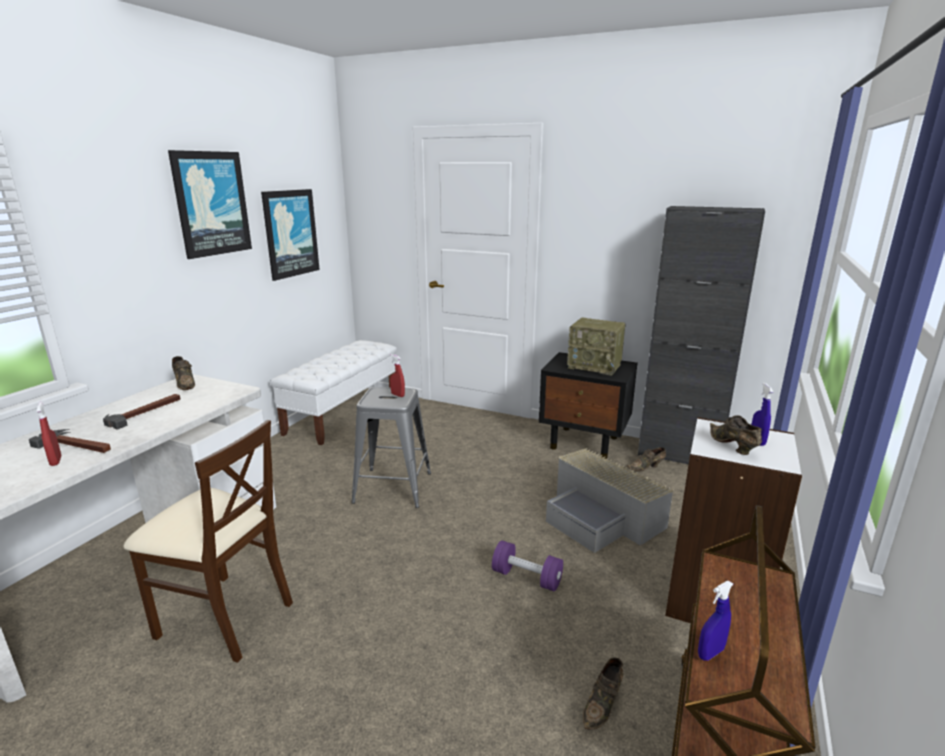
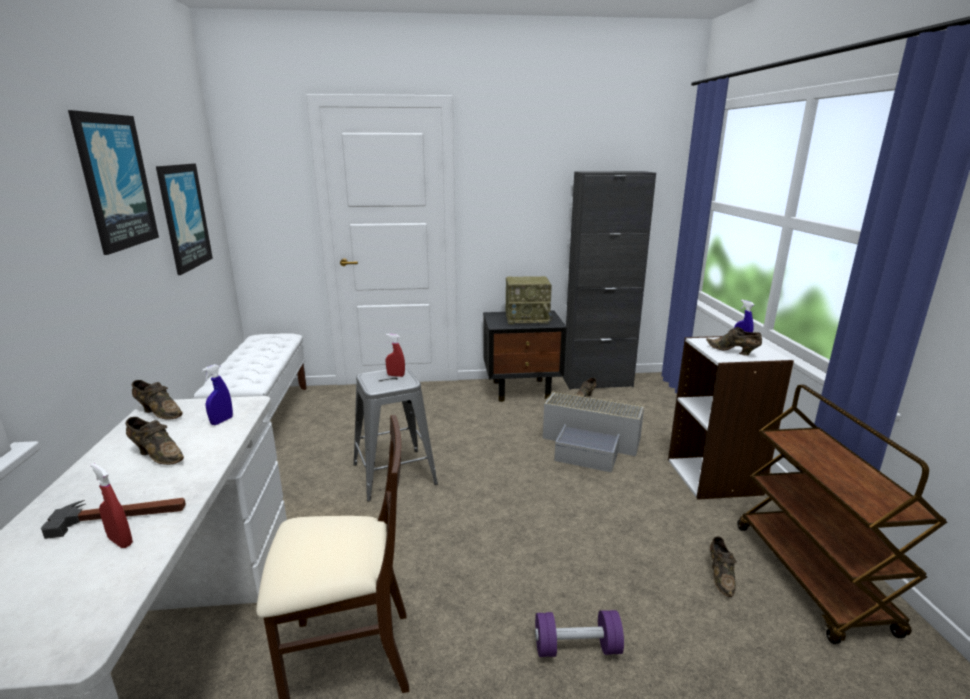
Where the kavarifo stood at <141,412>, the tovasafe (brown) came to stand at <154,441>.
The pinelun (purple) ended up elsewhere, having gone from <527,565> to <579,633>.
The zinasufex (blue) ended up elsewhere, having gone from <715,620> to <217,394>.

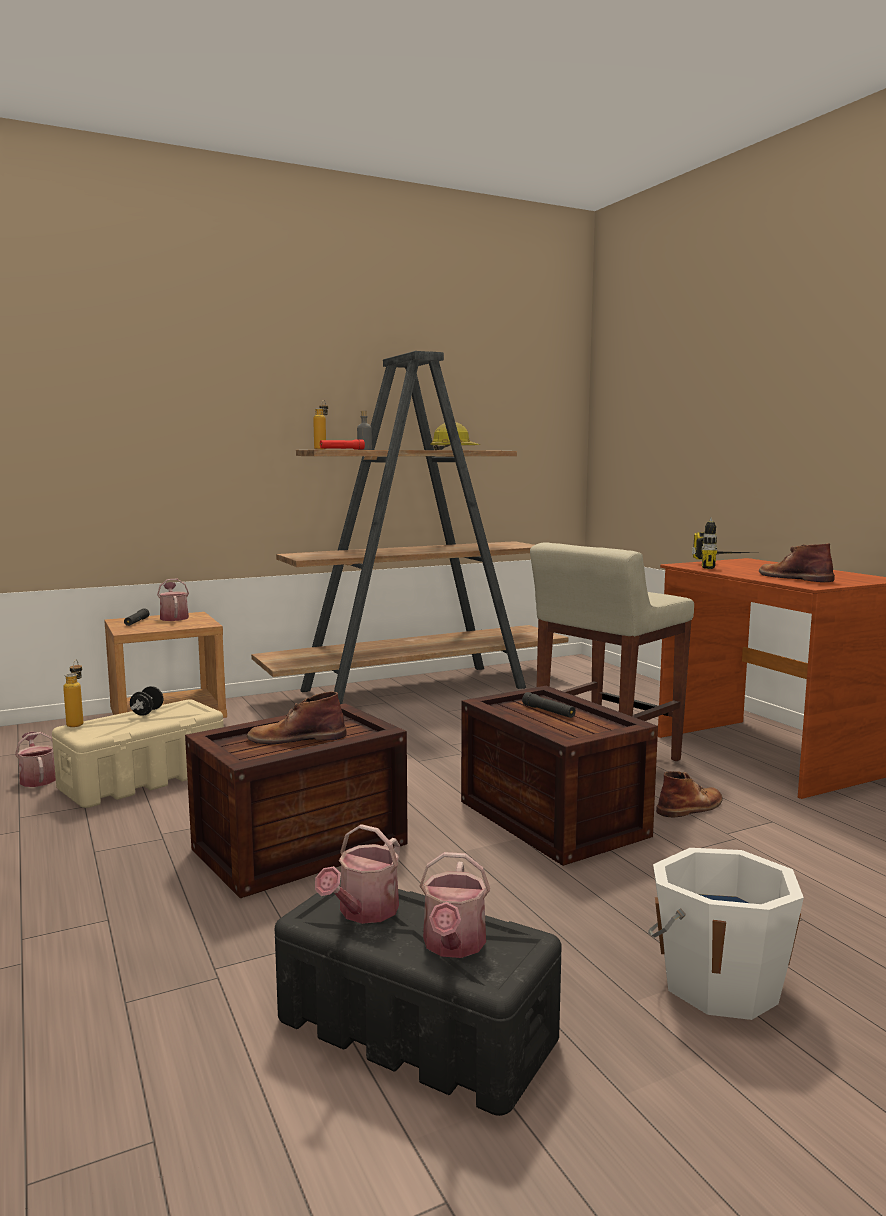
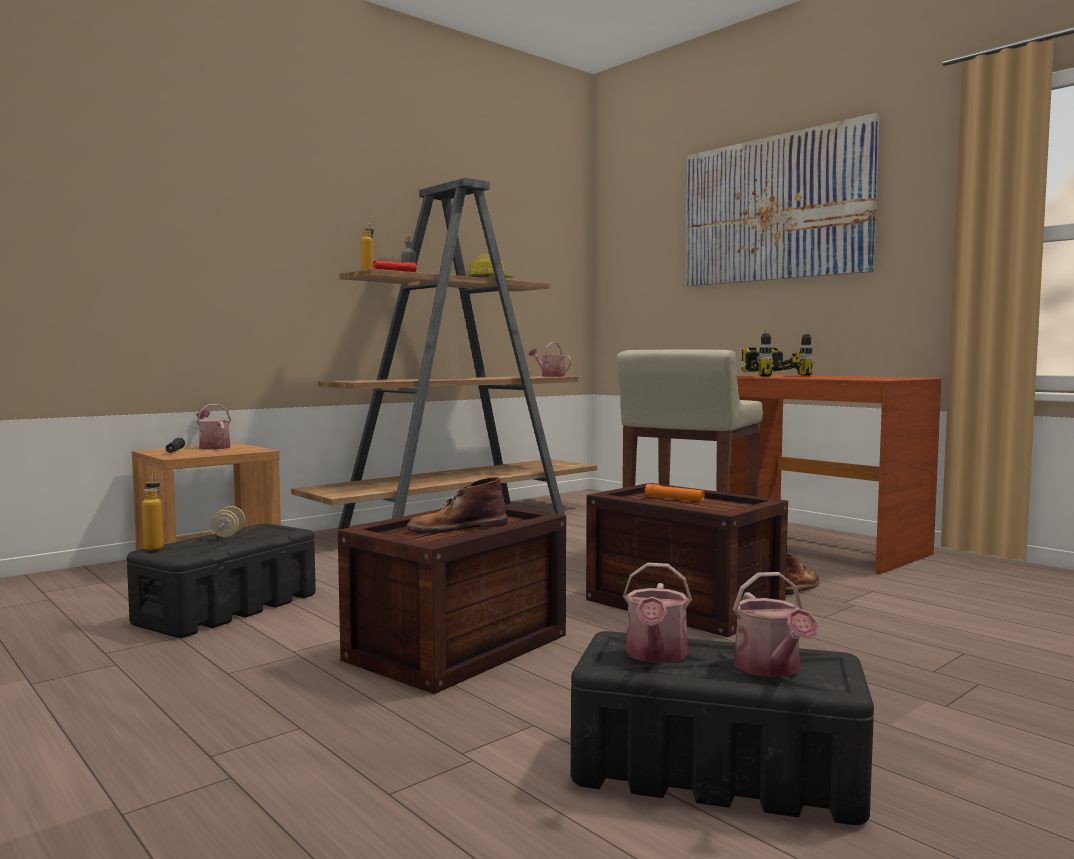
The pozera ended up elsewhere, having gone from <35,759> to <550,359>.
What was the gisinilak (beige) at <138,754> turned into the gisinilak (black) at <221,580>.
What was the pinelun (black) at <146,701> turned into the pinelun (beige) at <228,521>.
What was the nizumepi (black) at <549,705> turned into the nizumepi (orange) at <675,492>.
The second view lost the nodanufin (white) at <726,934>.
The second view lost the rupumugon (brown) at <797,562>.
The second view gained the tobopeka at <782,199>.
The second view gained the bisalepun at <793,353>.

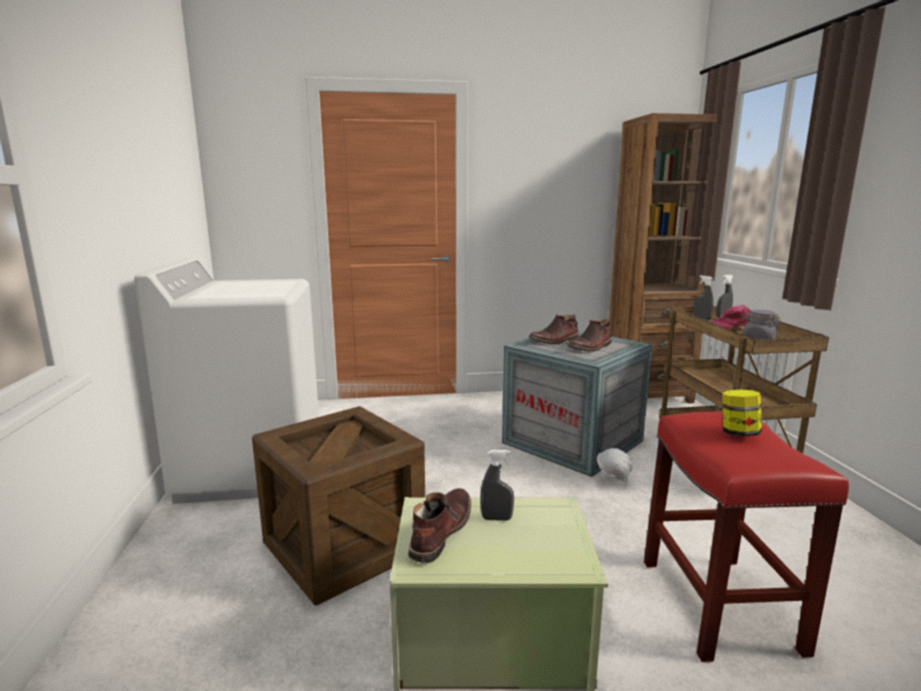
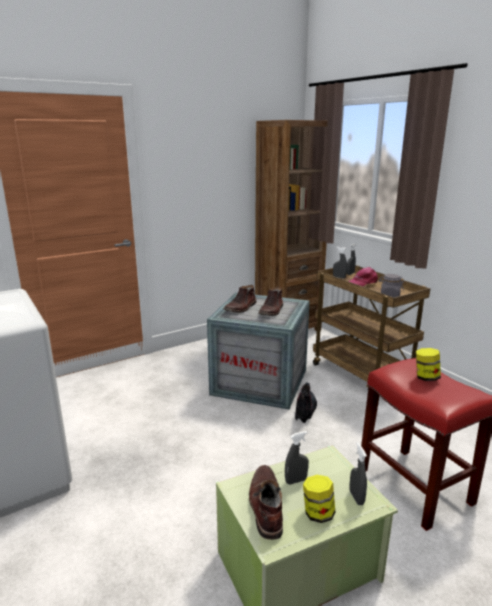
The second view lost the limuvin at <338,506>.
Where the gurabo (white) stood at <614,467>, the rupumugon came to stand at <306,402>.
The second view gained the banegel at <319,499>.
The second view gained the zinasufex (grey) at <358,473>.

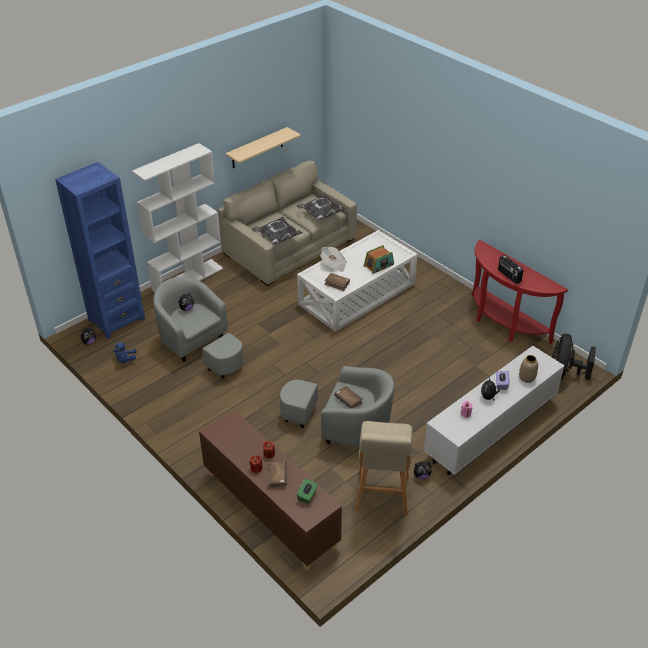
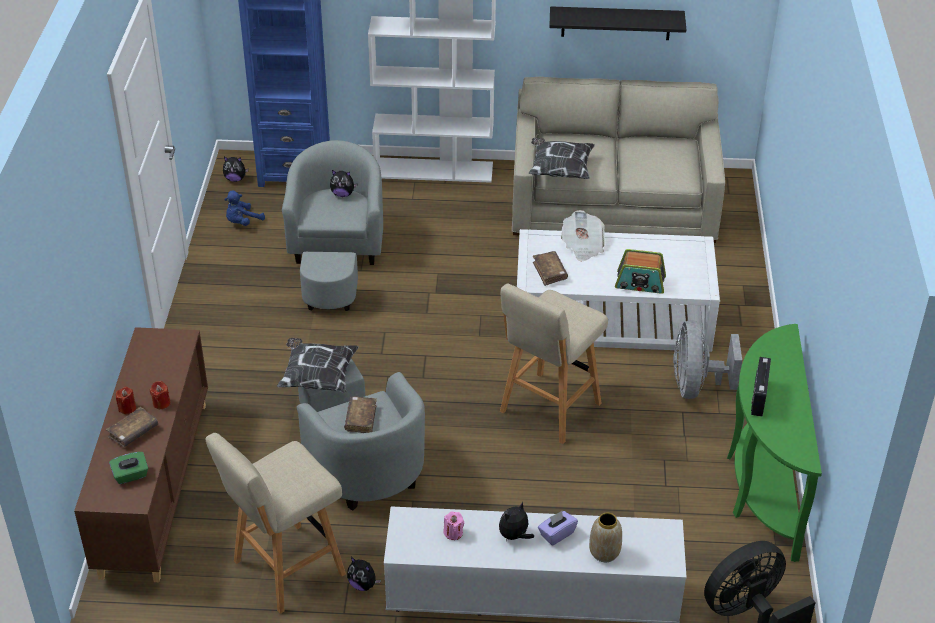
What was the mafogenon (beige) at <263,147> turned into the mafogenon (black) at <618,23>.
The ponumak ended up elsewhere, having gone from <321,207> to <318,365>.
What was the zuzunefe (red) at <520,292> turned into the zuzunefe (green) at <774,443>.
The second view gained the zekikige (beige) at <554,363>.
The second view gained the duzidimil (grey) at <707,359>.

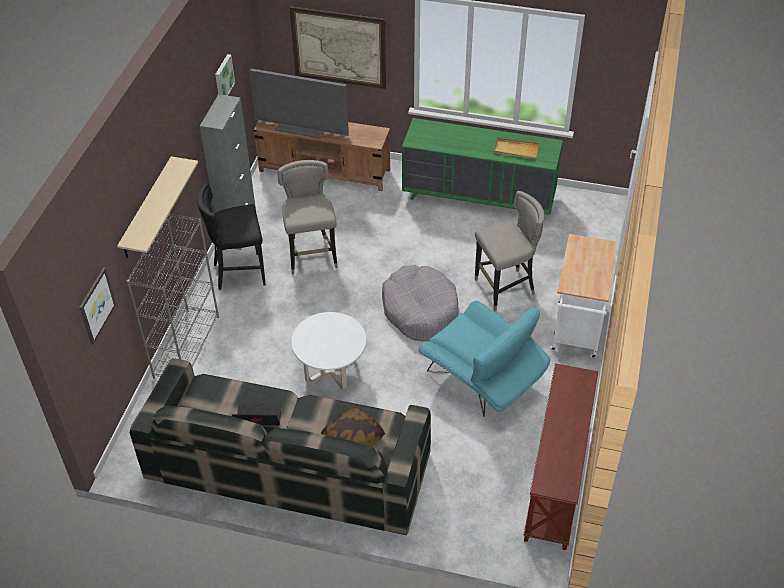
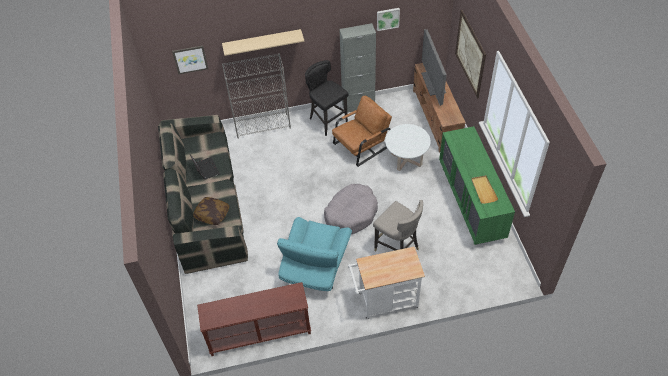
Where the zekikige (grey) stood at <307,217>, the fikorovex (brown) came to stand at <362,131>.
The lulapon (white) ended up elsewhere, having gone from <328,351> to <408,147>.

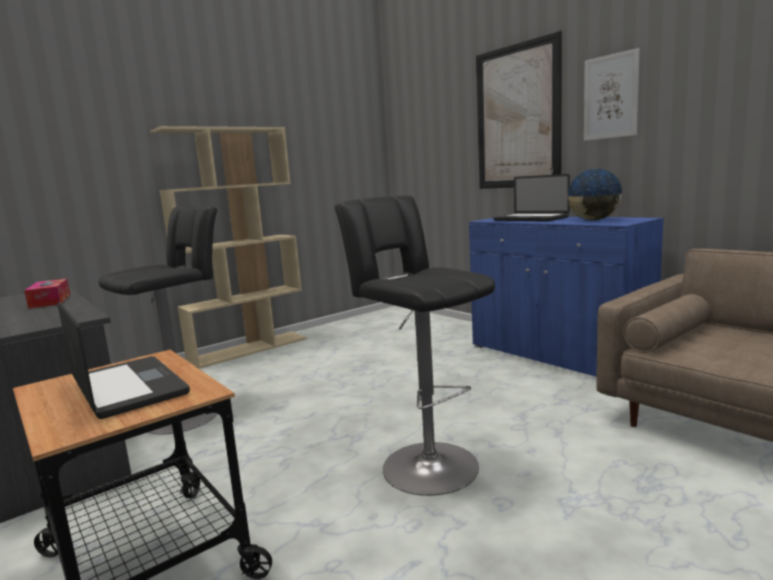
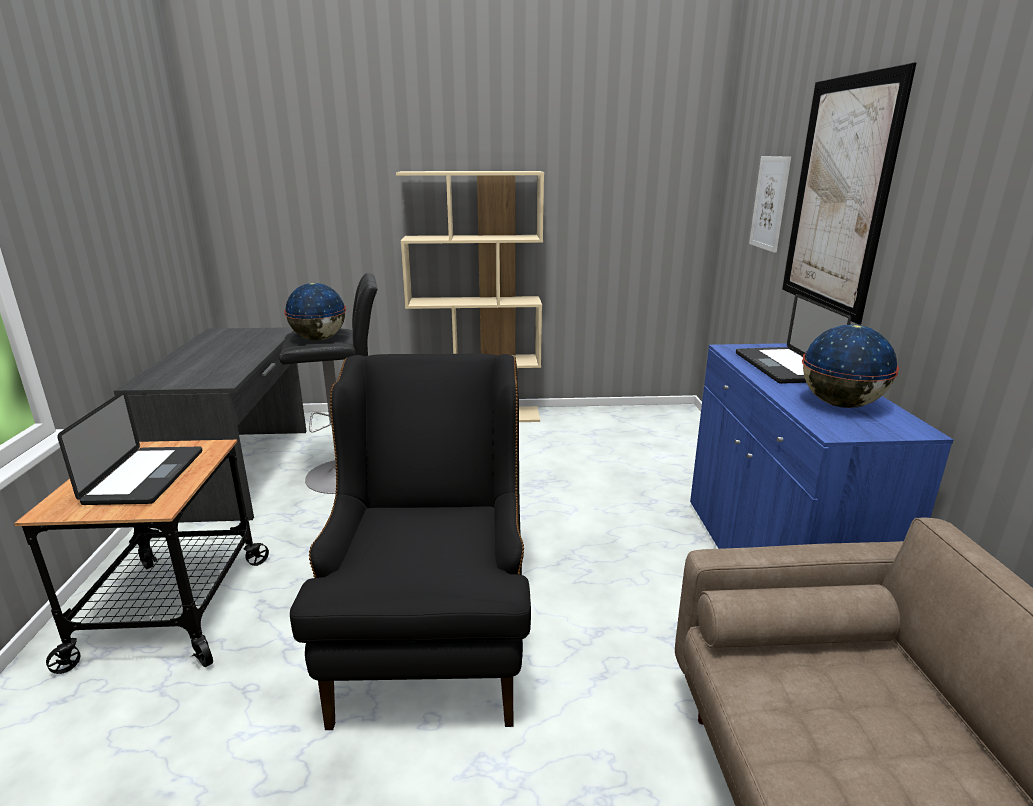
The second view lost the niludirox at <47,294>.
Where the zekikige (black) stood at <414,346>, the fikorovex (black) came to stand at <410,542>.
The tobopeka ended up elsewhere, having gone from <612,94> to <770,204>.
The second view gained the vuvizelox at <315,311>.

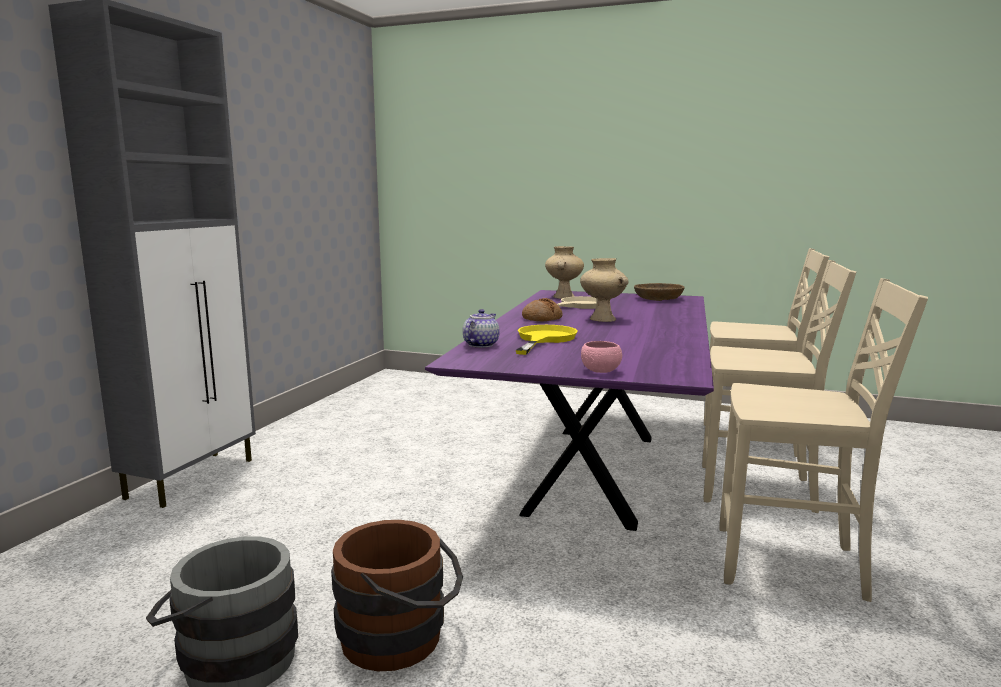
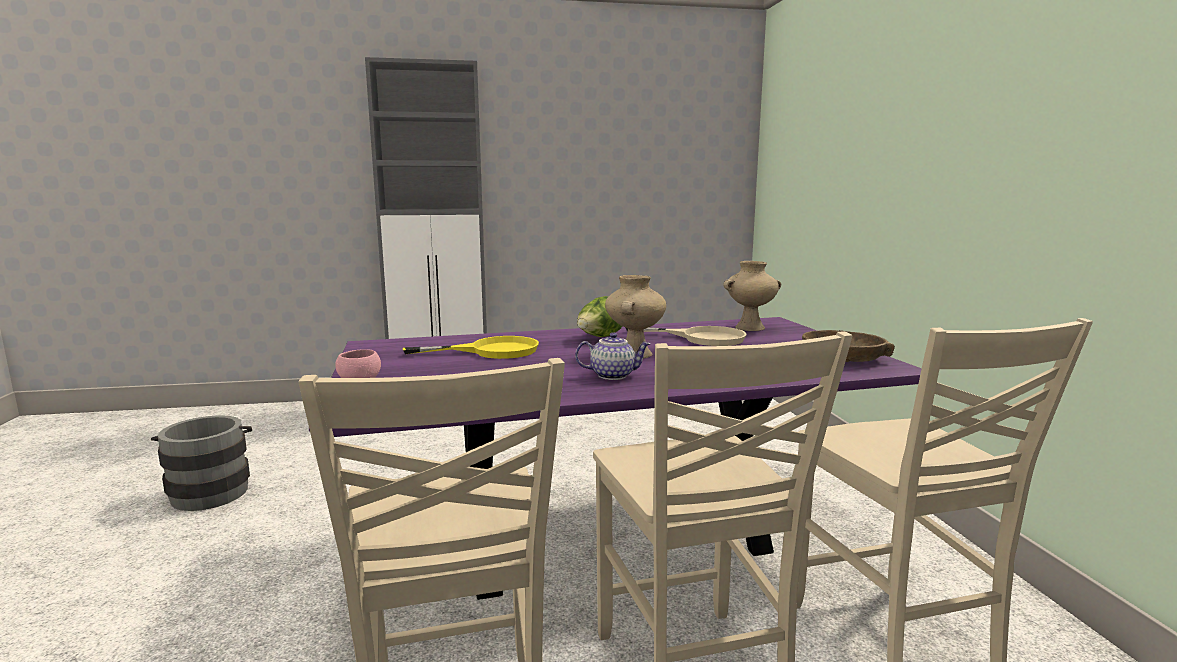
The second view lost the nodanufin (brown) at <397,595>.
The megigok ended up elsewhere, having gone from <481,328> to <612,356>.
Where the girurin stood at <542,309>, the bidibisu came to stand at <599,316>.

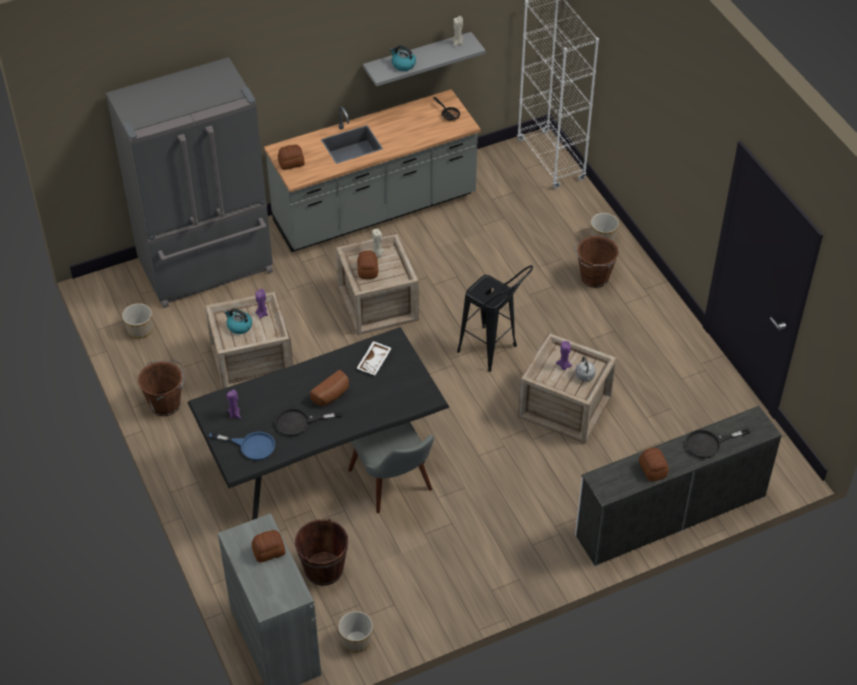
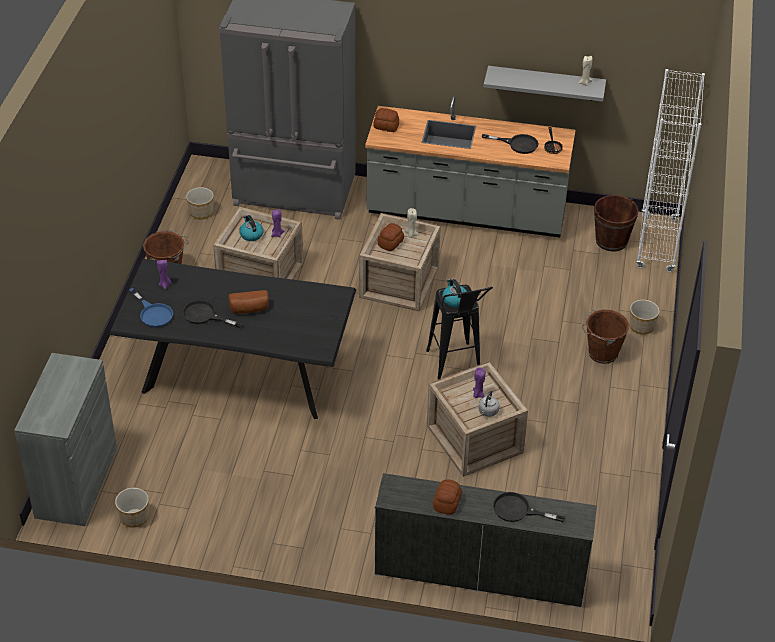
The second view lost the girurin at <269,546>.
The nodanufin (brown) ended up elsewhere, having gone from <321,552> to <616,223>.
The second view lost the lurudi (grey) at <391,467>.
The second view lost the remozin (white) at <374,358>.
The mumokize ended up elsewhere, having gone from <403,58> to <454,293>.
The second view gained the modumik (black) at <510,144>.

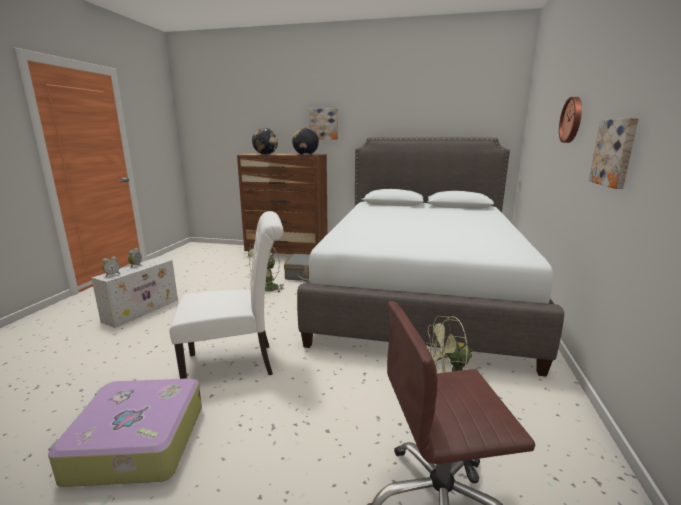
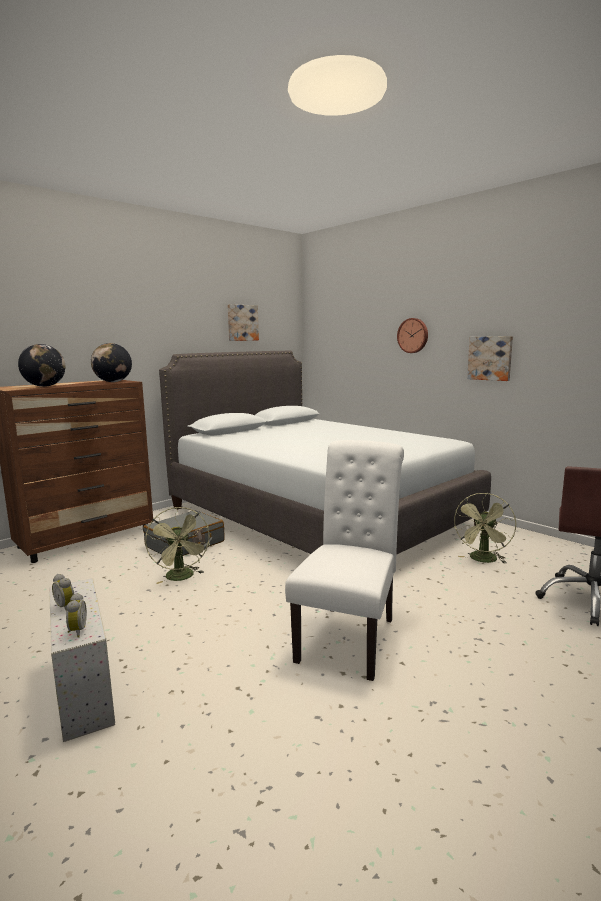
The second view lost the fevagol at <125,432>.
The tobopeka ended up elsewhere, having gone from <323,124> to <243,322>.

